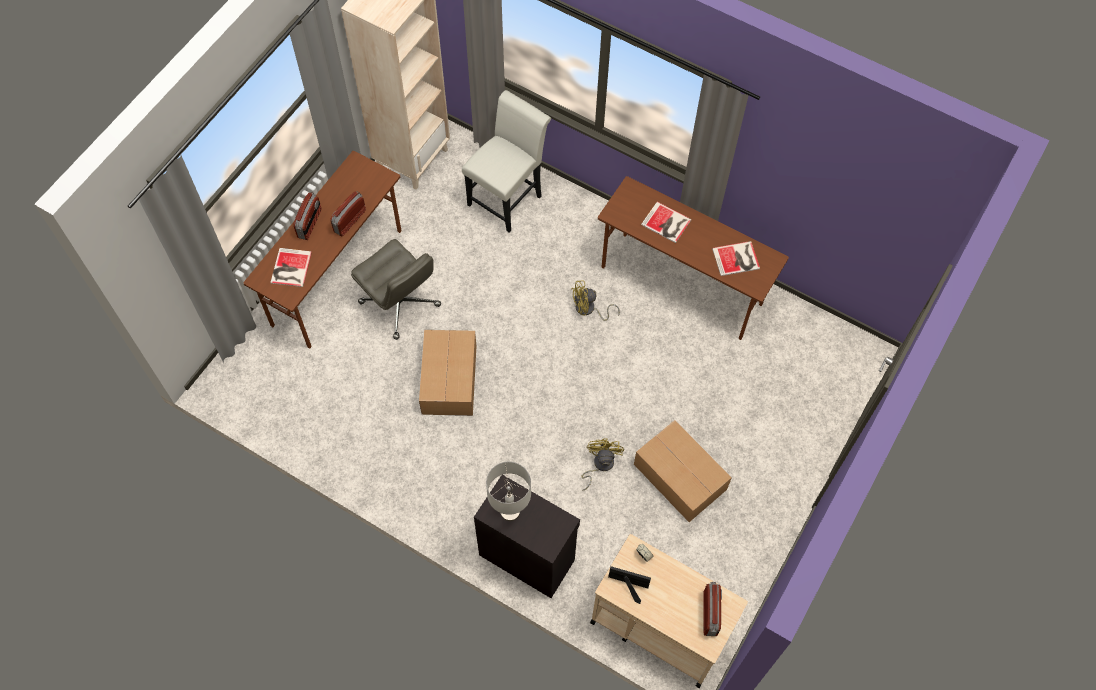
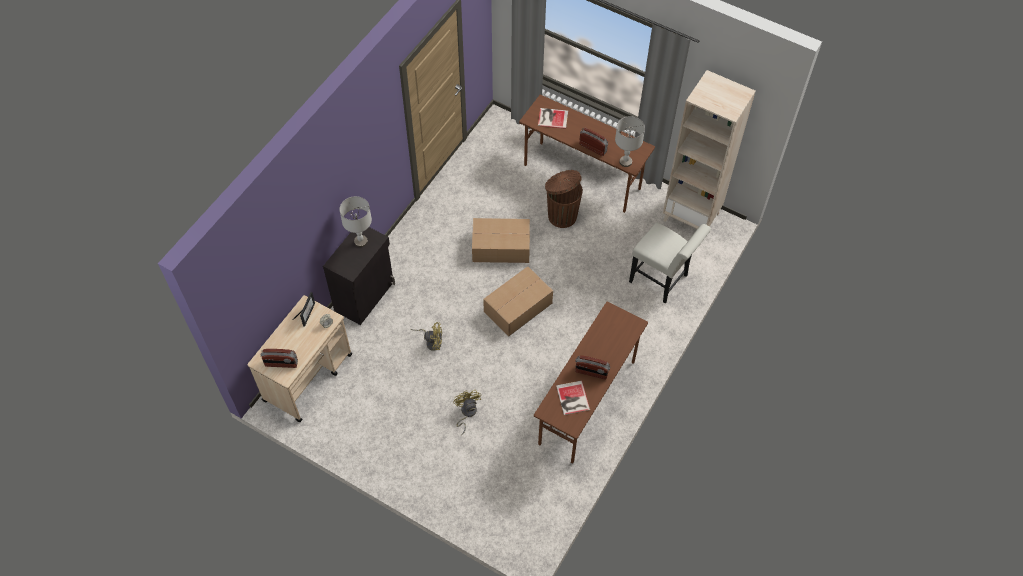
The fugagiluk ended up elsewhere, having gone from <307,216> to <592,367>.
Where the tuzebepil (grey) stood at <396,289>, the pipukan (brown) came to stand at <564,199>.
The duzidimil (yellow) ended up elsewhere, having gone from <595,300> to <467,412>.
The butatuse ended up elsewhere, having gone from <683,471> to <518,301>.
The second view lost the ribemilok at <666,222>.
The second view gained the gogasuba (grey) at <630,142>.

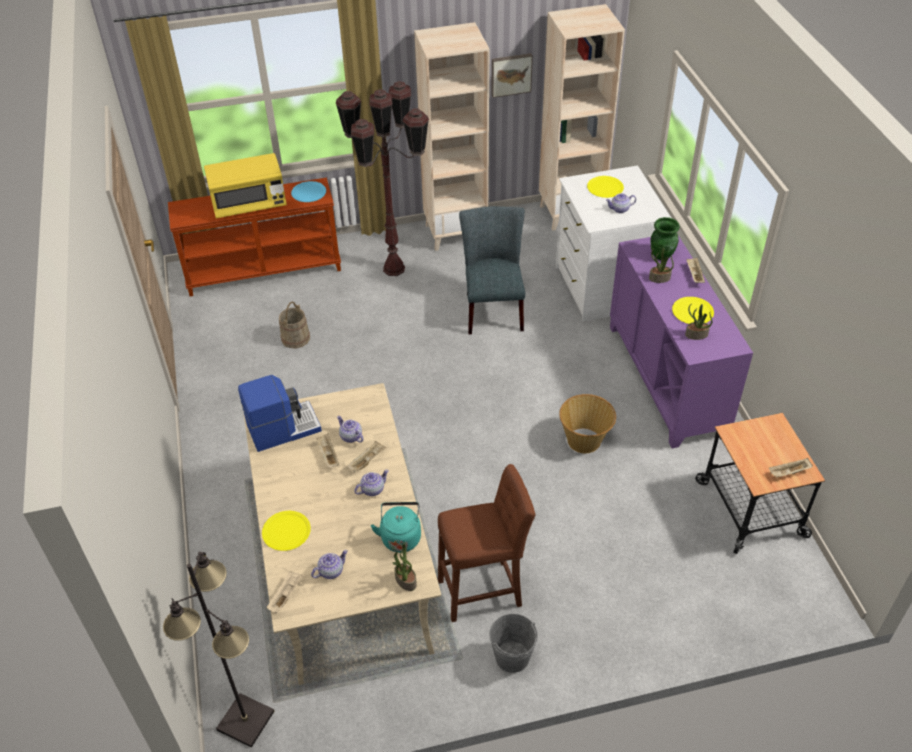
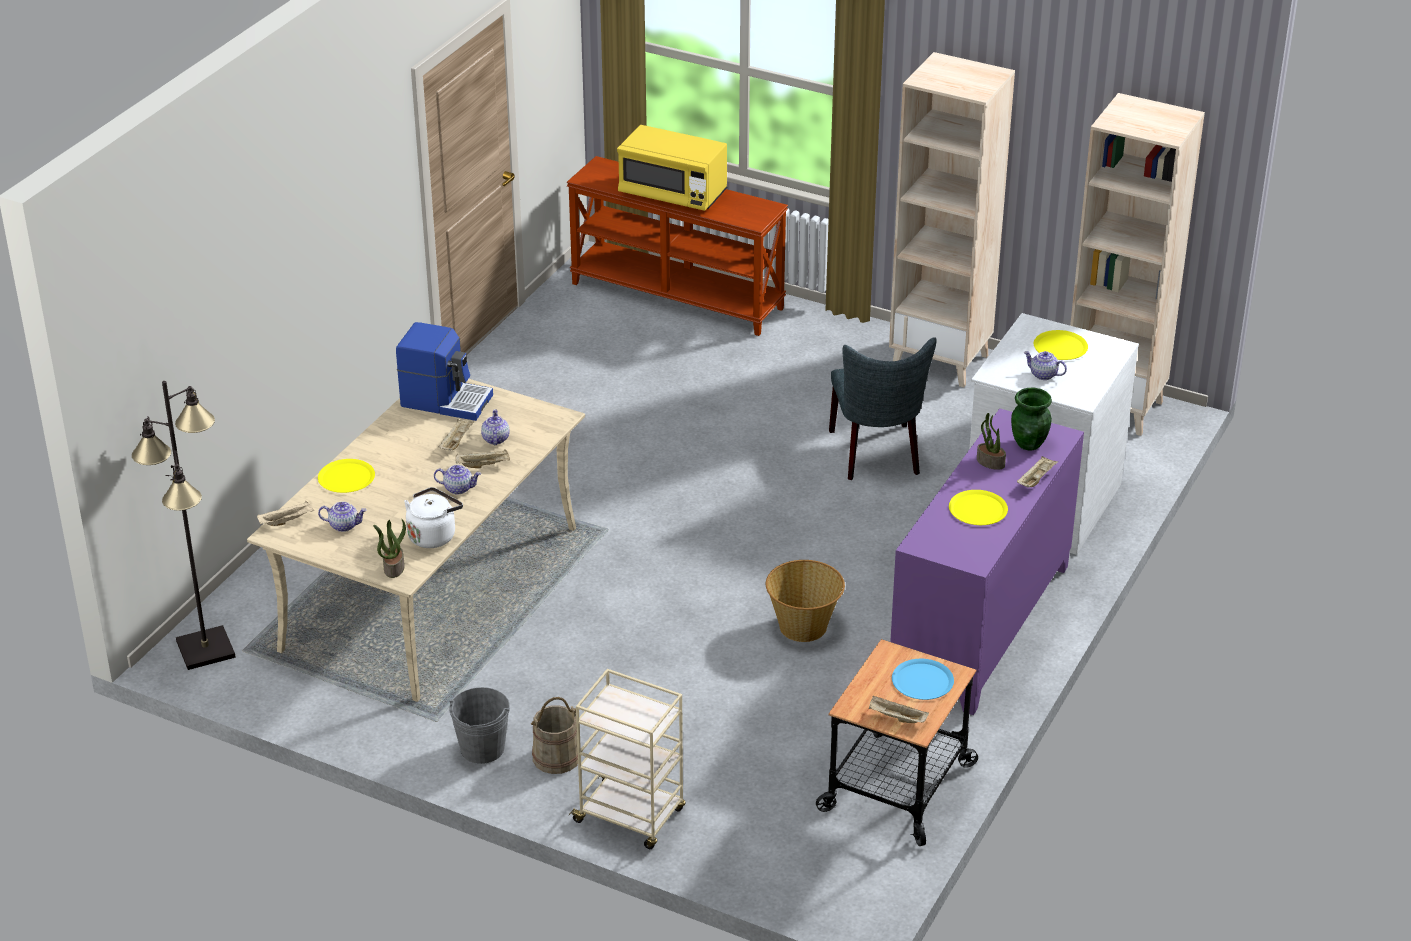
The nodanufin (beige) ended up elsewhere, having gone from <294,325> to <554,735>.
The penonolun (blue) ended up elsewhere, having gone from <308,191> to <923,679>.
The second view lost the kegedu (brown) at <382,178>.
What was the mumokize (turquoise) at <396,527> turned into the mumokize (white) at <433,517>.
The second view lost the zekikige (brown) at <486,543>.
The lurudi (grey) at <492,270> ended up facing another way, 135 degrees clockwise from before.
The second view lost the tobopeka at <512,75>.
The second view lost the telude at <698,322>.
The second view gained the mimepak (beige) at <626,759>.

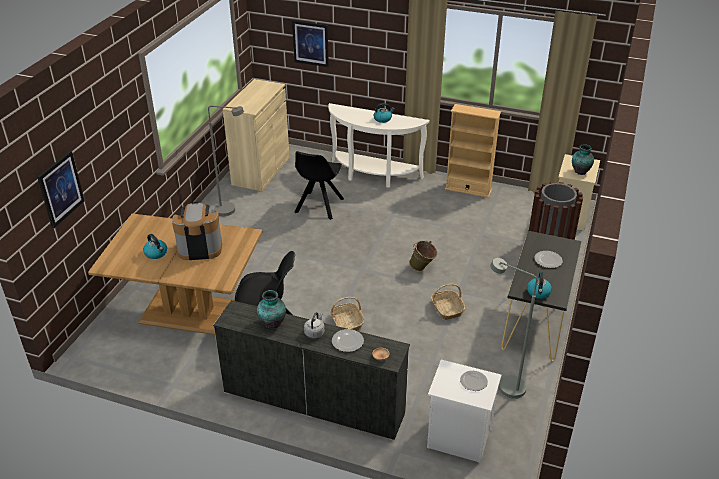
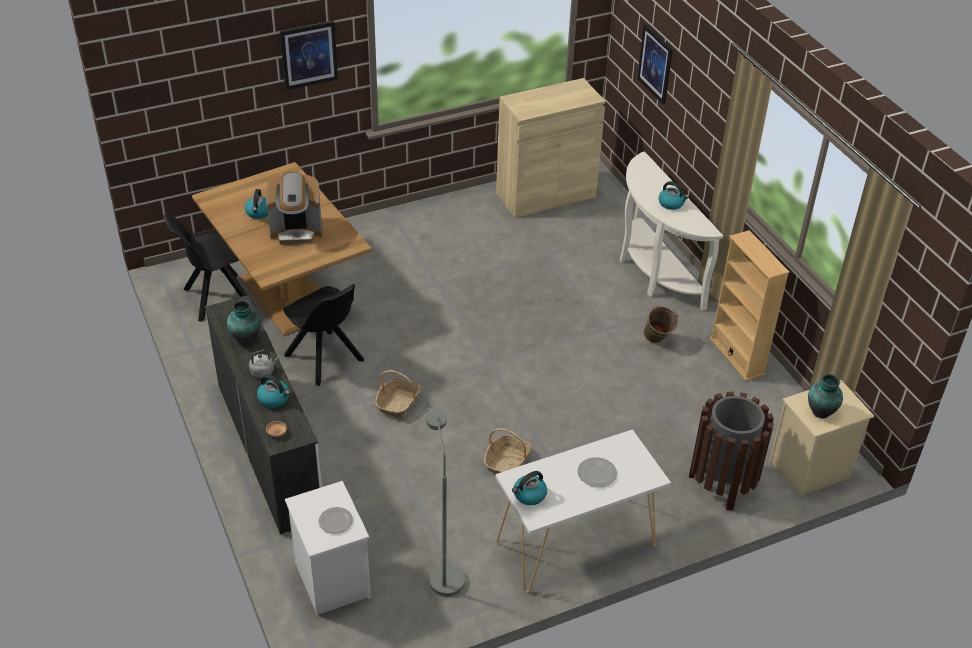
The tobopeka ended up elsewhere, having gone from <61,189> to <309,55>.
The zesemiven at <197,231> ended up facing another way, 135 degrees clockwise from before.
The second view lost the kegedu (grey) at <226,161>.
The lurudi (black) ended up elsewhere, having gone from <319,185> to <209,267>.
Where the penonolun stood at <348,340>, the mumokize came to stand at <273,391>.
The nodanufin (green) ended up elsewhere, having gone from <423,255> to <661,324>.
What was the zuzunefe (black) at <541,296> turned into the zuzunefe (white) at <583,511>.

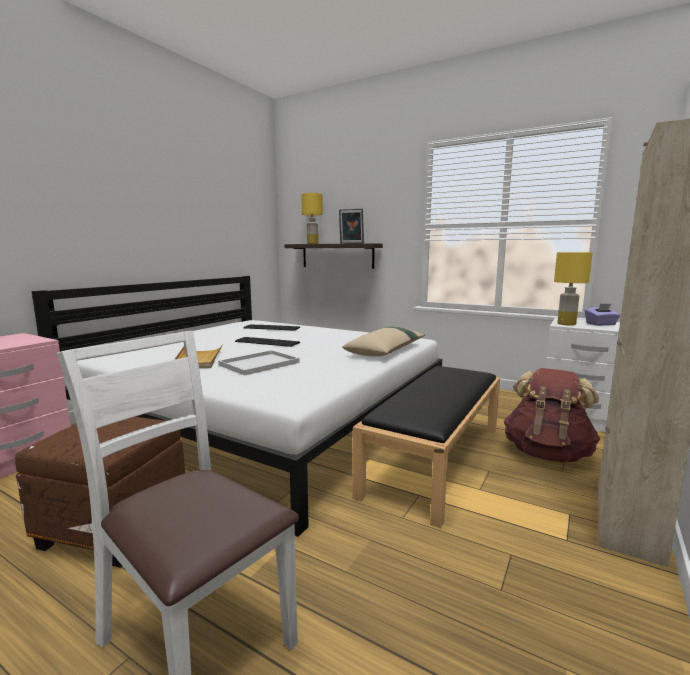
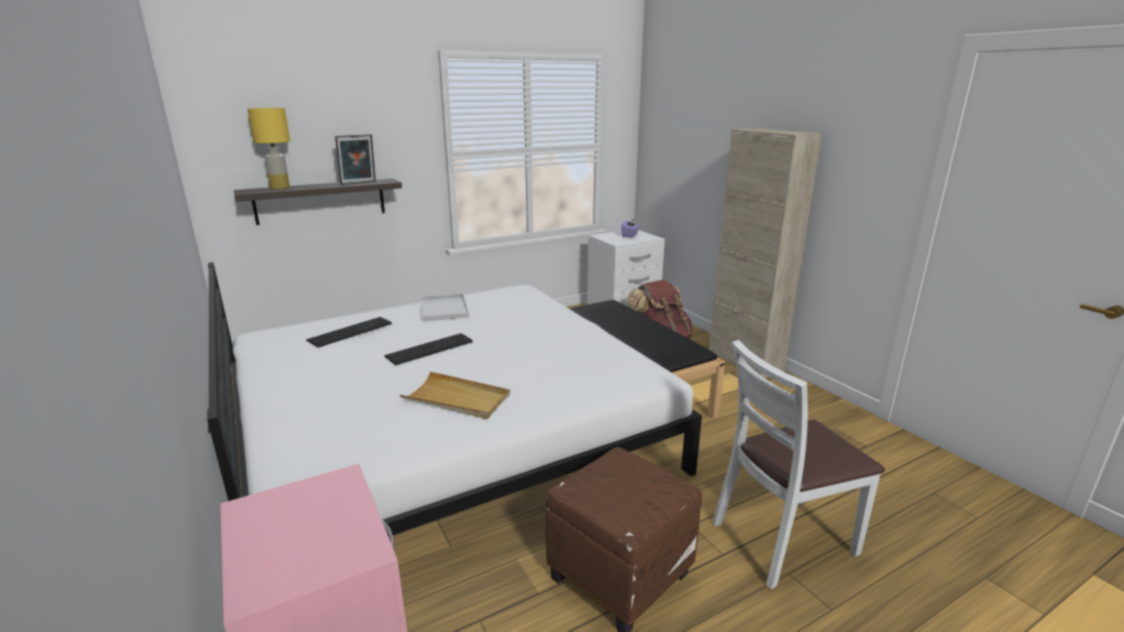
The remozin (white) ended up elsewhere, having gone from <259,363> to <444,307>.
The second view lost the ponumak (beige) at <383,341>.
The second view lost the gogasuba (yellow) at <573,289>.

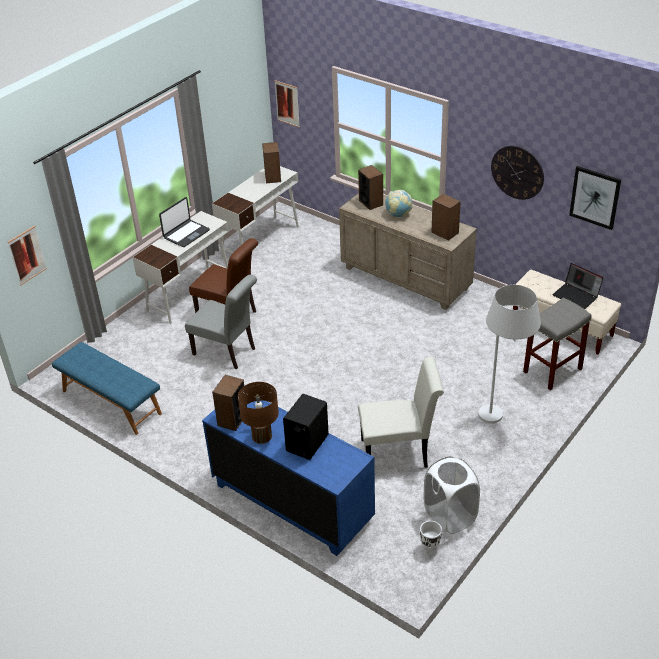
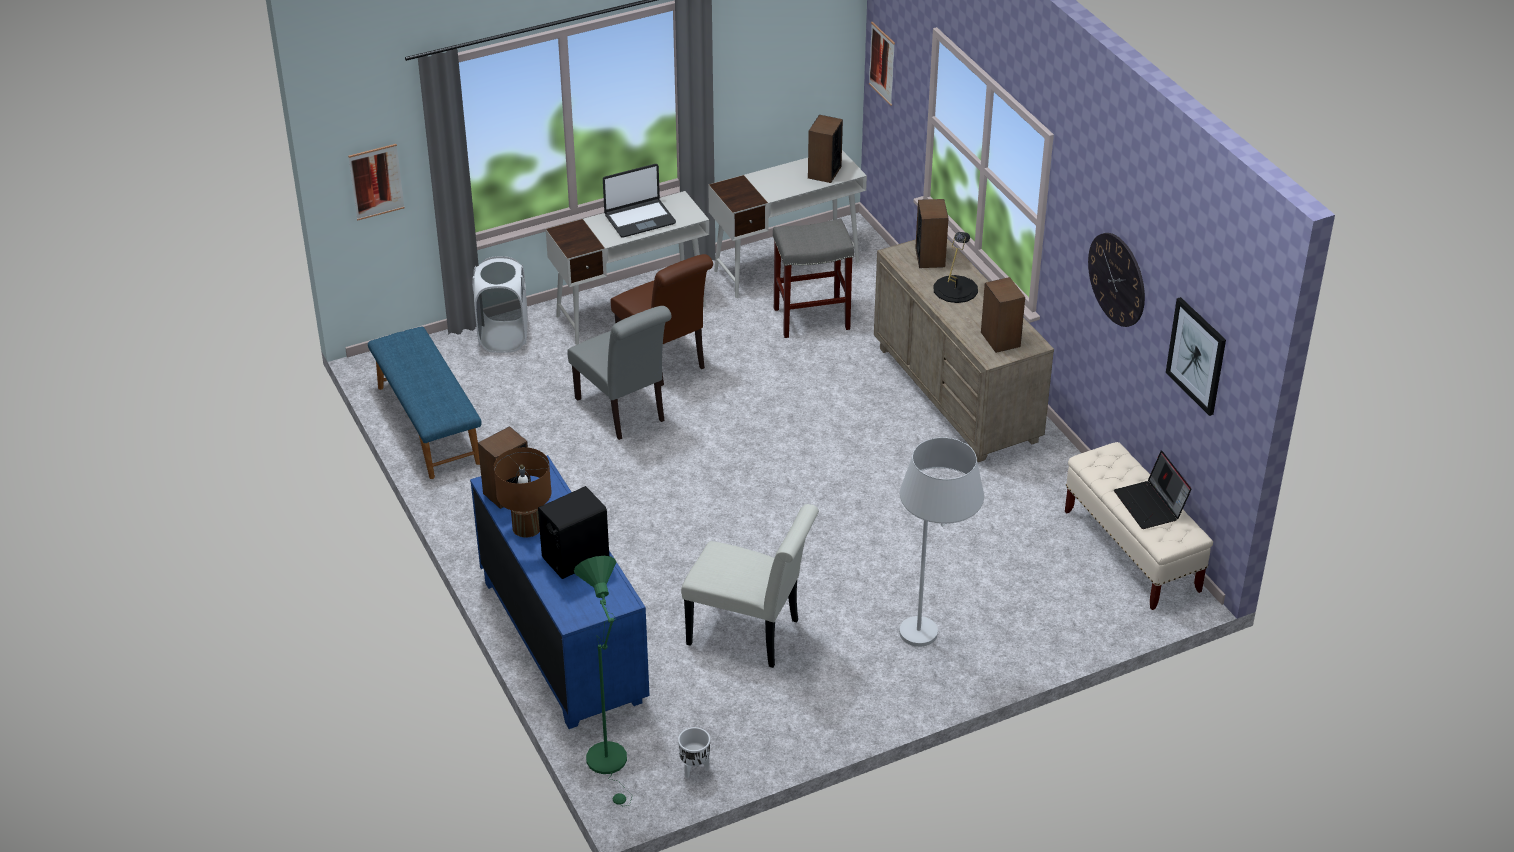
Where the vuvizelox stood at <399,203>, the gogasuba (black) came to stand at <955,267>.
The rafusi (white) ended up elsewhere, having gone from <451,495> to <500,304>.
The zekikige (grey) ended up elsewhere, having gone from <557,344> to <813,278>.
The second view gained the kegedu (green) at <603,681>.

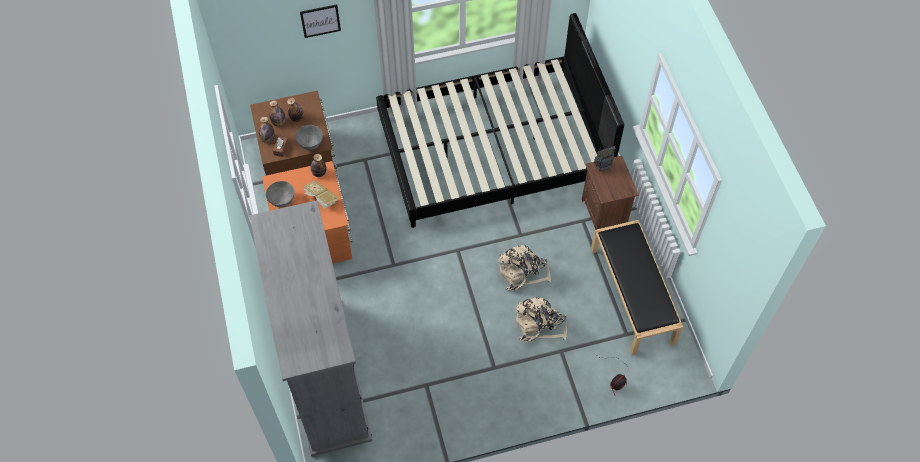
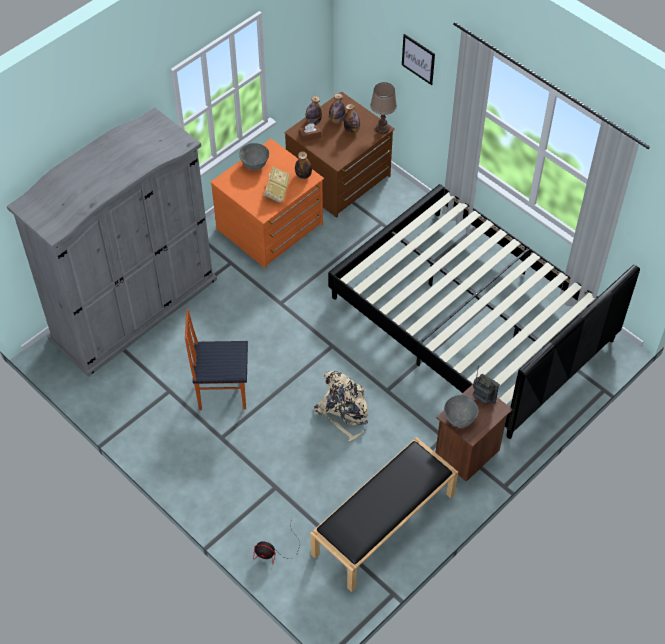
The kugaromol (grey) ended up elsewhere, having gone from <309,137> to <461,411>.
The second view lost the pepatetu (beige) at <541,319>.
The second view gained the lurudi at <216,359>.
The second view gained the gogasuba (brown) at <383,108>.

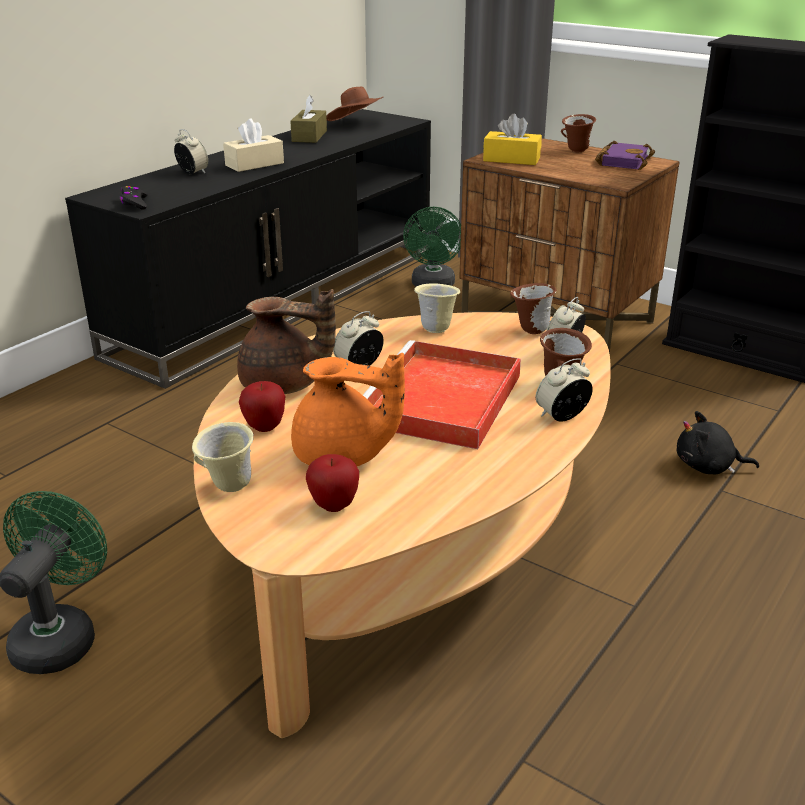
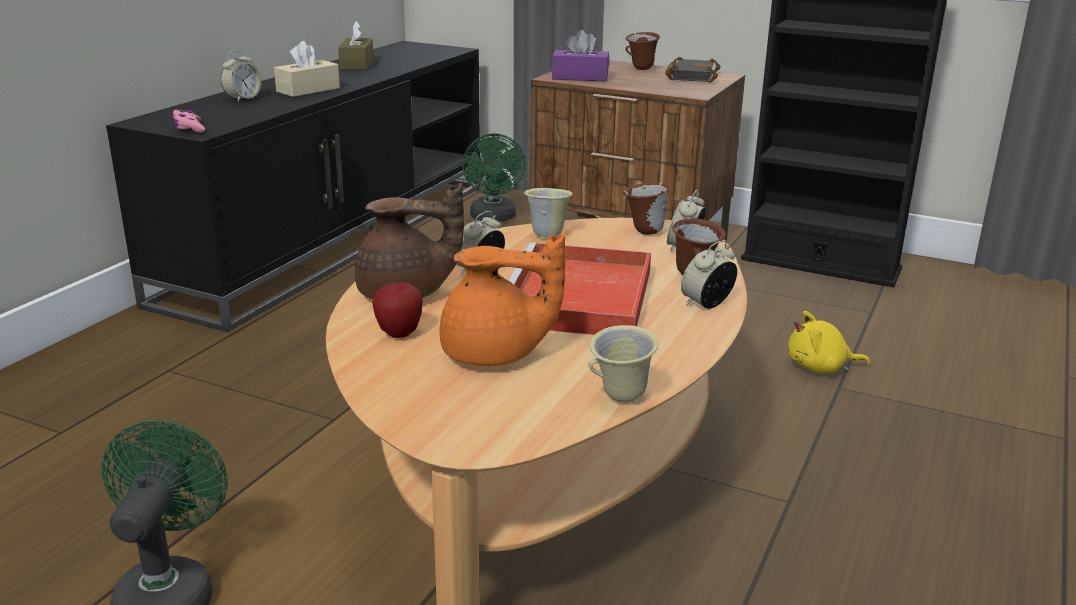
What was the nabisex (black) at <133,198> turned into the nabisex (pink) at <189,121>.
The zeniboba at <191,151> ended up facing another way, 90 degrees clockwise from before.
The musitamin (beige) ended up elsewhere, having gone from <223,457> to <623,364>.
The second view lost the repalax at <332,483>.
The second view lost the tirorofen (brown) at <354,104>.
What was the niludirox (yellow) at <512,139> turned into the niludirox (purple) at <580,55>.
What was the ribemilok (purple) at <625,155> turned into the ribemilok (black) at <693,70>.
What was the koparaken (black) at <717,442> turned into the koparaken (yellow) at <829,342>.

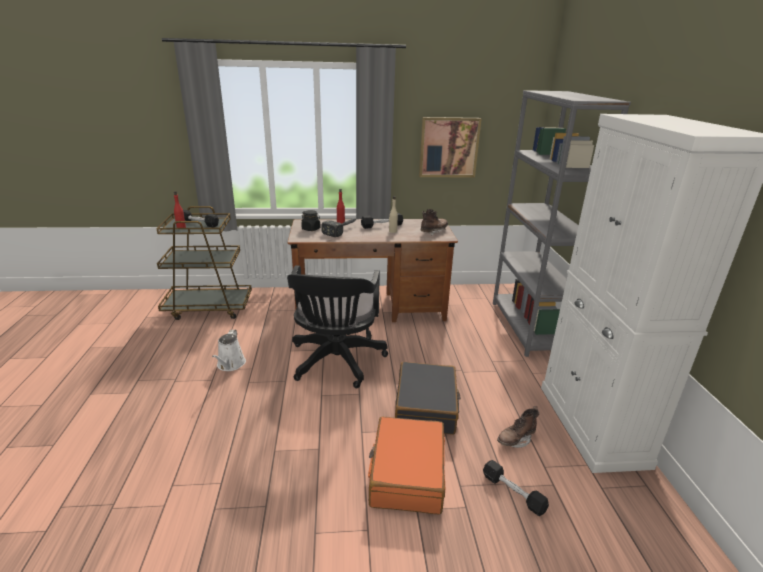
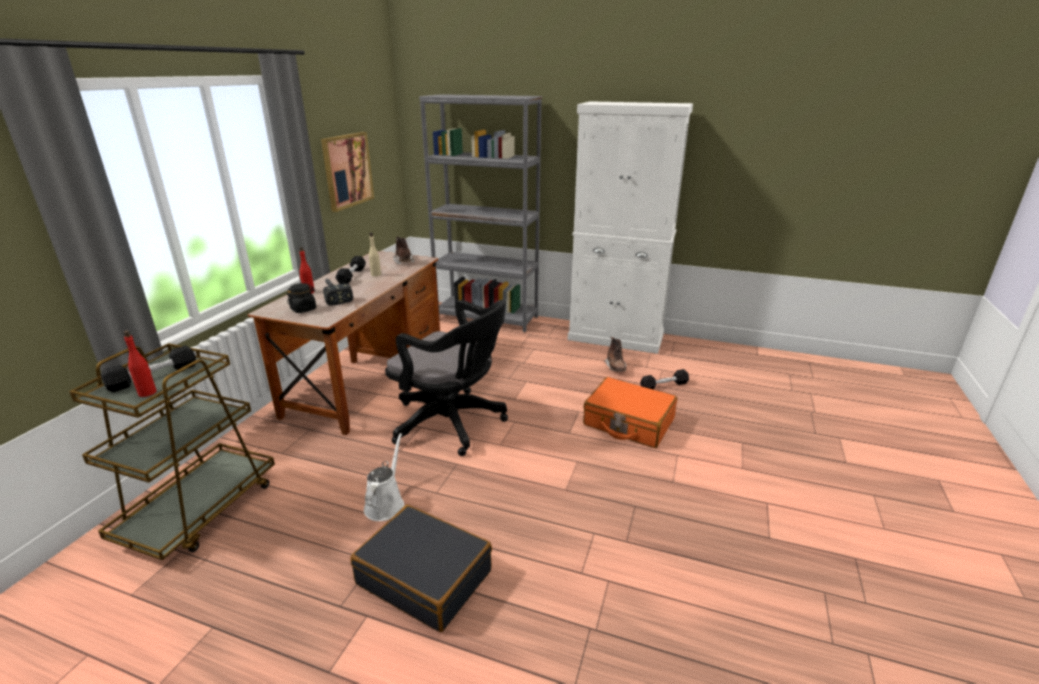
The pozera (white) at <229,350> ended up facing another way, 105 degrees counterclockwise from before.
The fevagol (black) ended up elsewhere, having gone from <428,398> to <421,568>.

